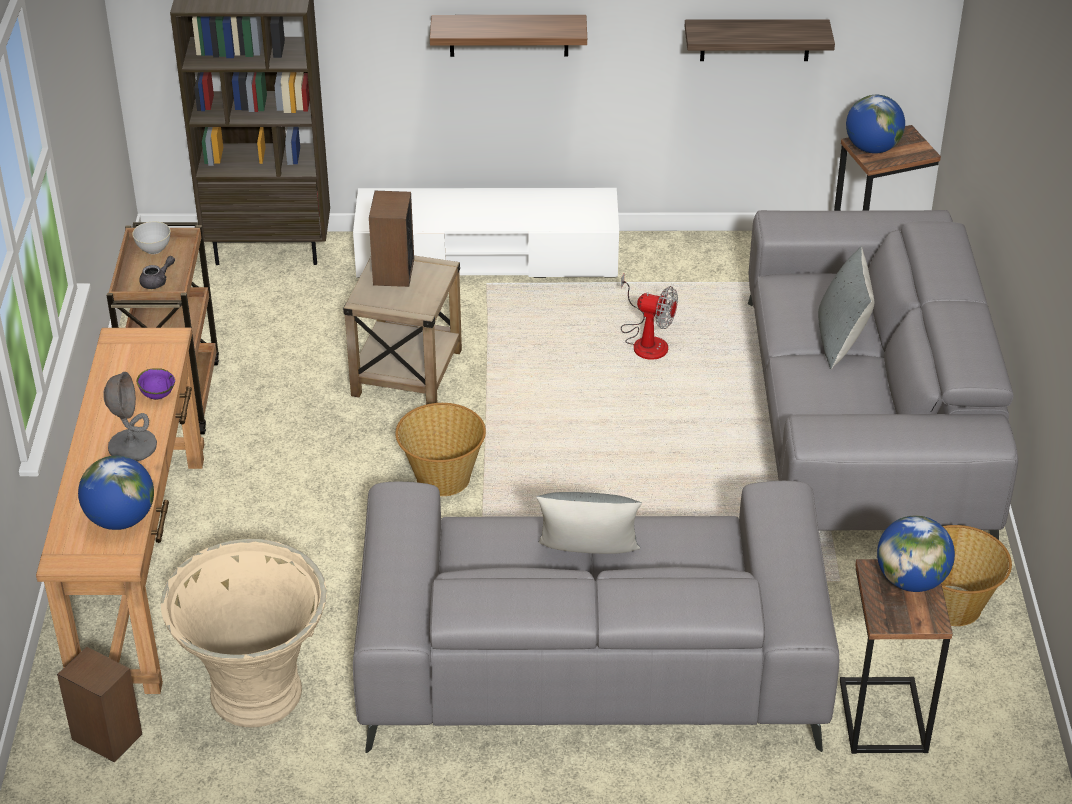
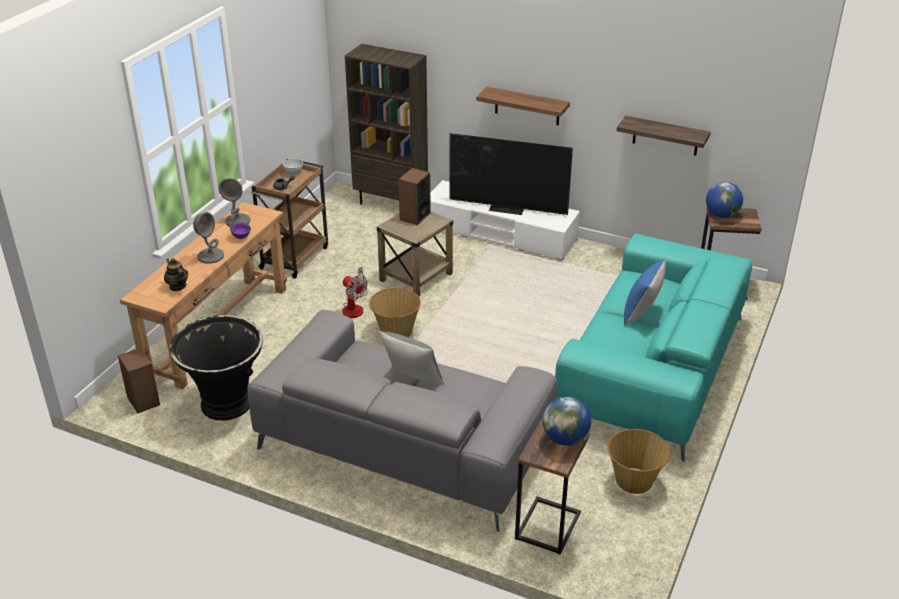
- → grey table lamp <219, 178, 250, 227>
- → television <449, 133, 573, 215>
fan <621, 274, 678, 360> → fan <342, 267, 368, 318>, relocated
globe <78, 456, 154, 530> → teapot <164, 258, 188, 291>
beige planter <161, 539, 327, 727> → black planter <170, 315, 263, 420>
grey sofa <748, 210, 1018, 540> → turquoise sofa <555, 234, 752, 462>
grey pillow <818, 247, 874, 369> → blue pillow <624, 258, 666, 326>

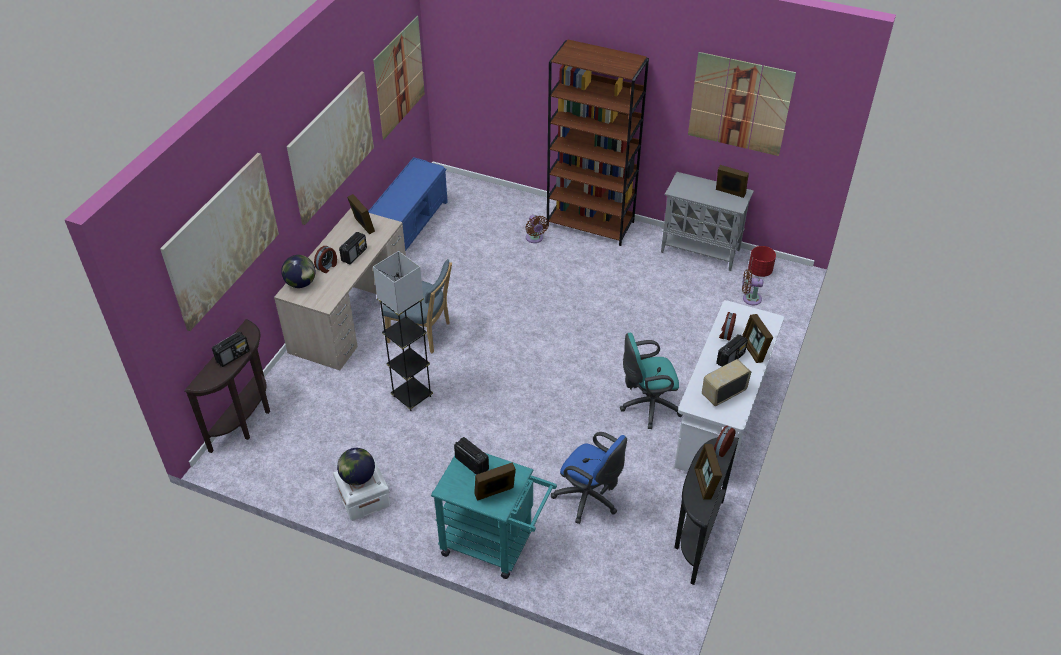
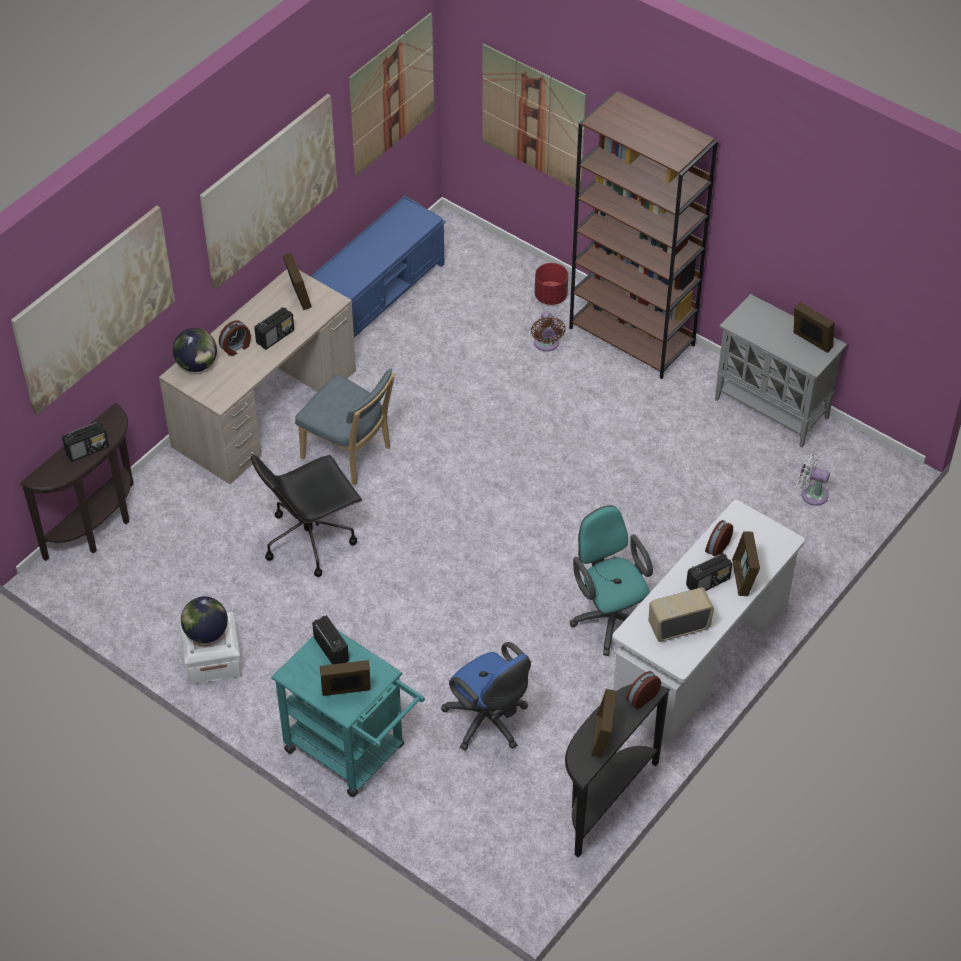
picture <688, 52, 796, 156> → picture <483, 44, 586, 192>, relocated
red planter <748, 246, 776, 277> → red planter <535, 263, 568, 305>, relocated
grey floor lamp <373, 251, 433, 411> → black office chair <251, 454, 362, 577>
brown fan <742, 269, 763, 305> → white fan <798, 454, 830, 506>
turquoise office chair <620, 333, 683, 429> → turquoise office chair <570, 505, 653, 656>, 60 degrees clockwise

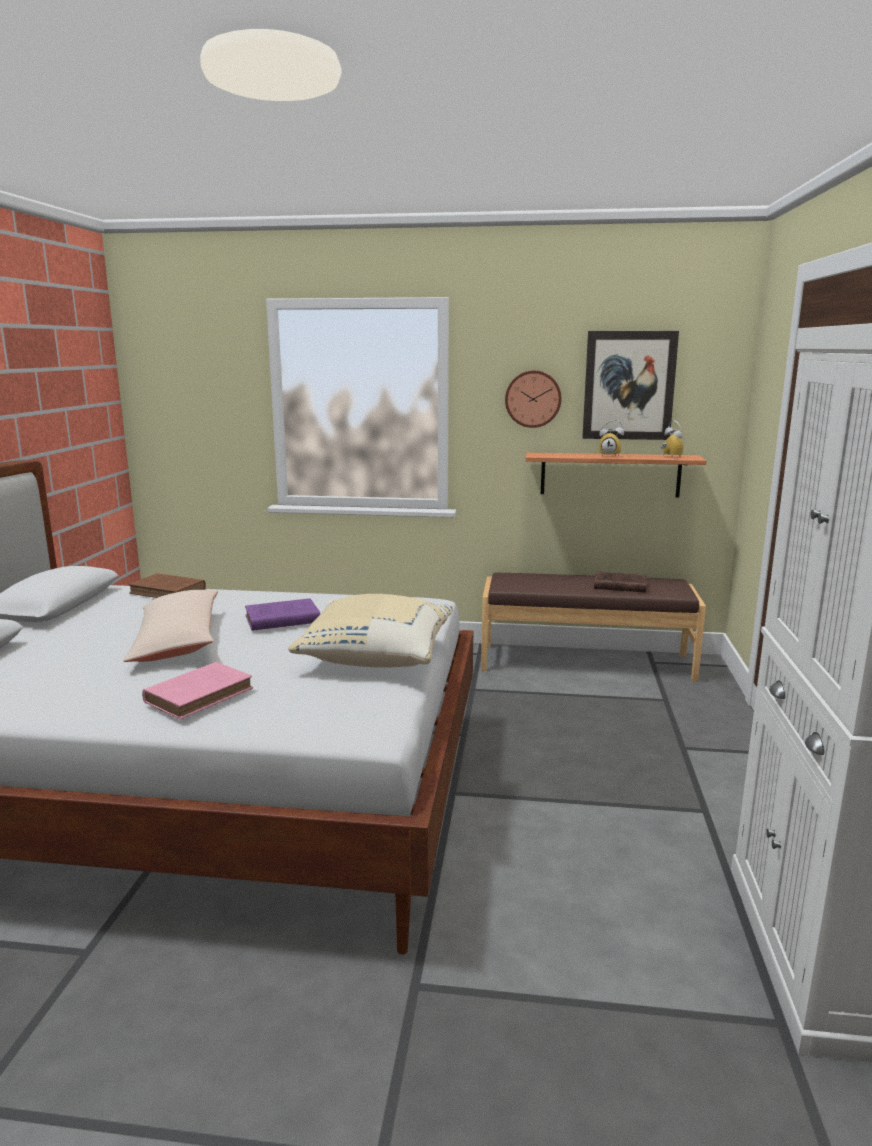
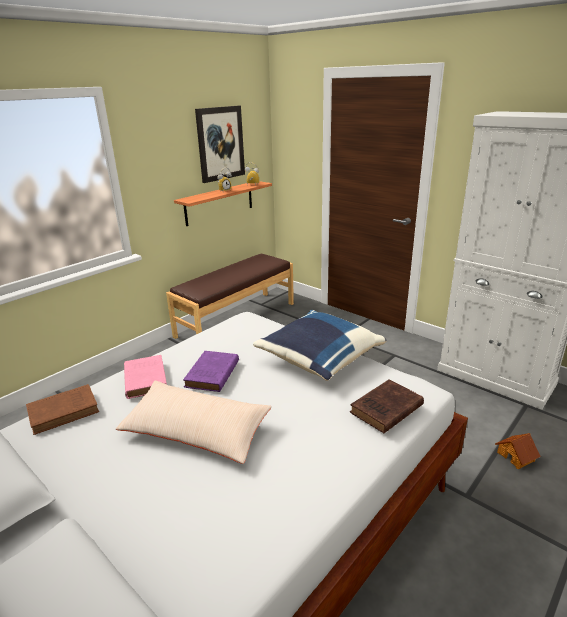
wall clock <505, 370, 561, 428> → -
- → toy house <495, 433, 541, 469>
pink book <142, 662, 253, 720> → pink book <124, 355, 167, 399>, relocated
brown book <594, 572, 647, 593> → brown book <350, 379, 424, 433>, relocated
beige pillow <288, 594, 453, 668> → blue pillow <253, 310, 386, 381>

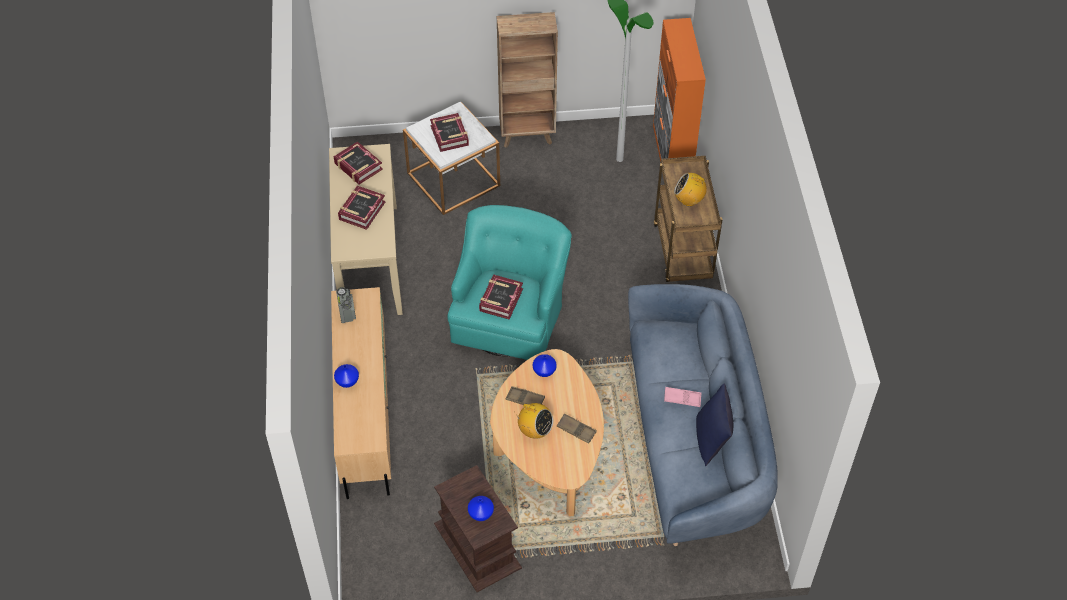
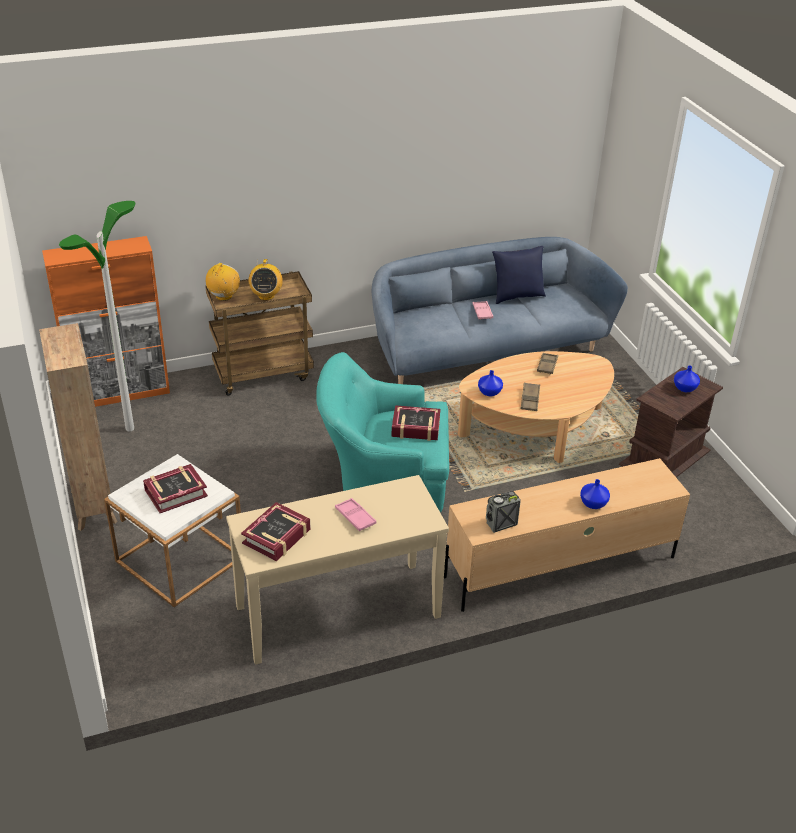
radio <515, 403, 553, 439> → radio <205, 263, 240, 301>, relocated
book <338, 186, 386, 230> → pink tray <335, 498, 376, 531>

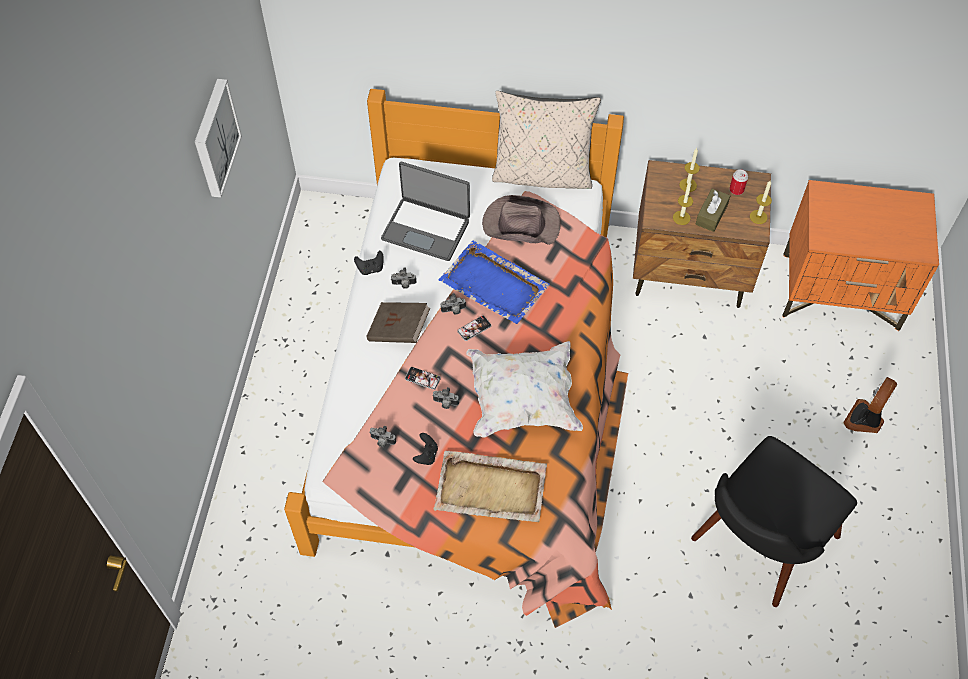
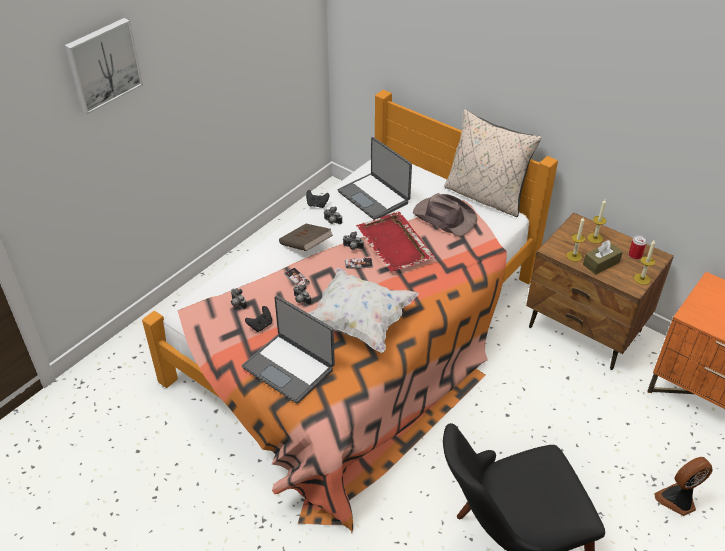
picture <195, 79, 242, 198> → picture <64, 18, 143, 114>, relocated
beige tray <433, 451, 547, 522> → laptop <242, 295, 335, 404>
blue tray <439, 241, 550, 324> → red tray <356, 211, 435, 272>

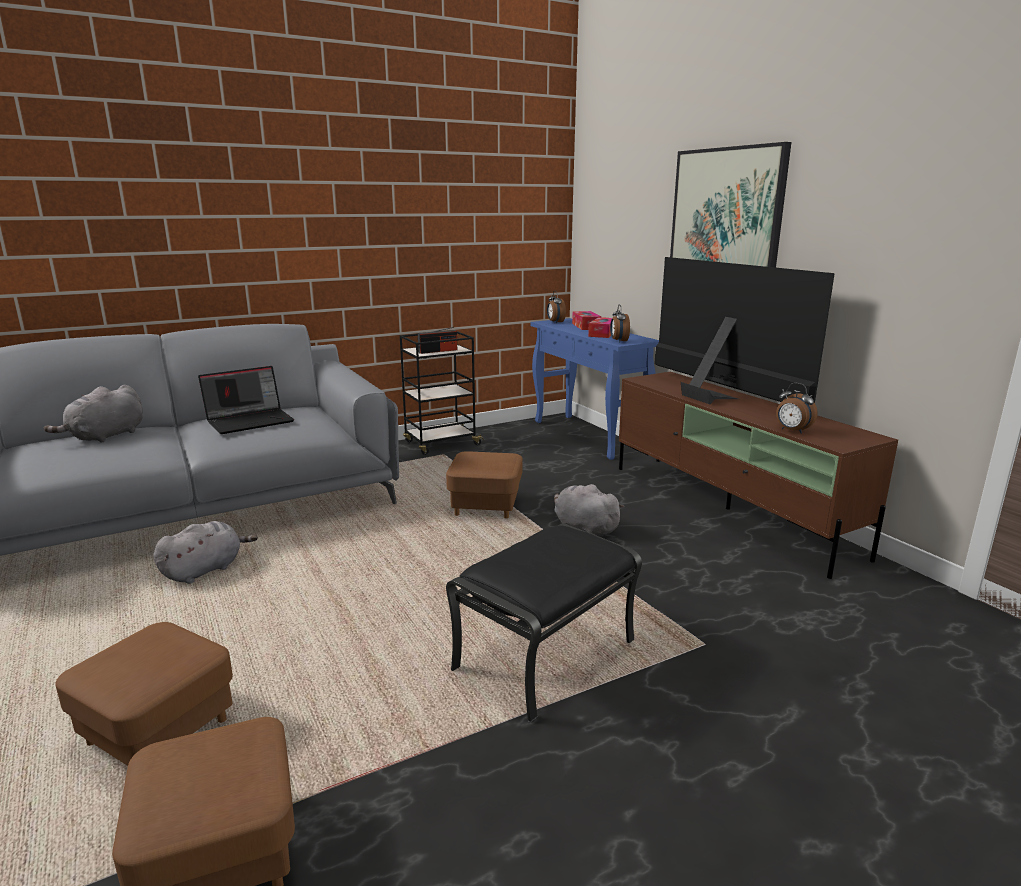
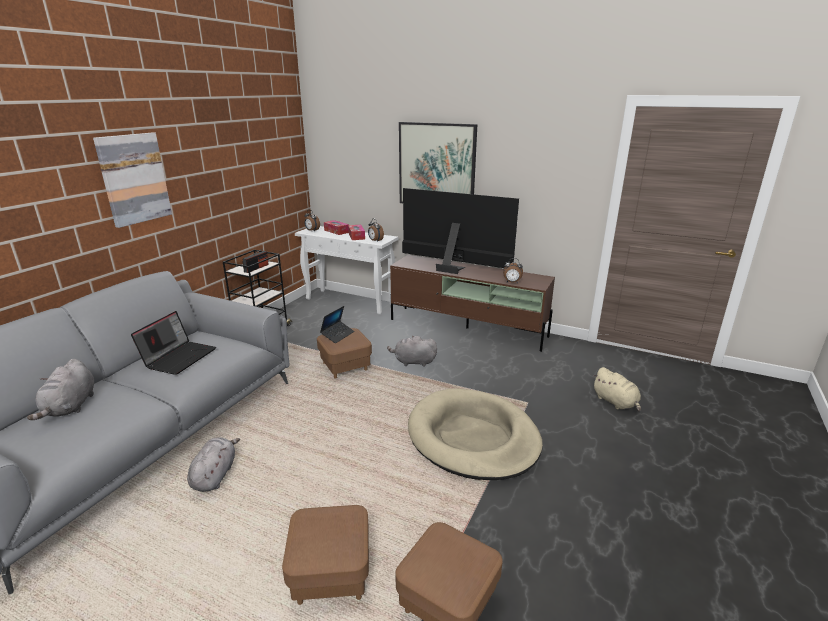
- → picture <93, 132, 172, 228>
- → laptop <320, 306, 355, 343>
- → beige plush toy <593, 367, 641, 412>
black ottoman <446, 523, 642, 722> → beige dog bed <408, 388, 543, 480>
blue console table <530, 318, 659, 460> → white console table <295, 226, 399, 315>

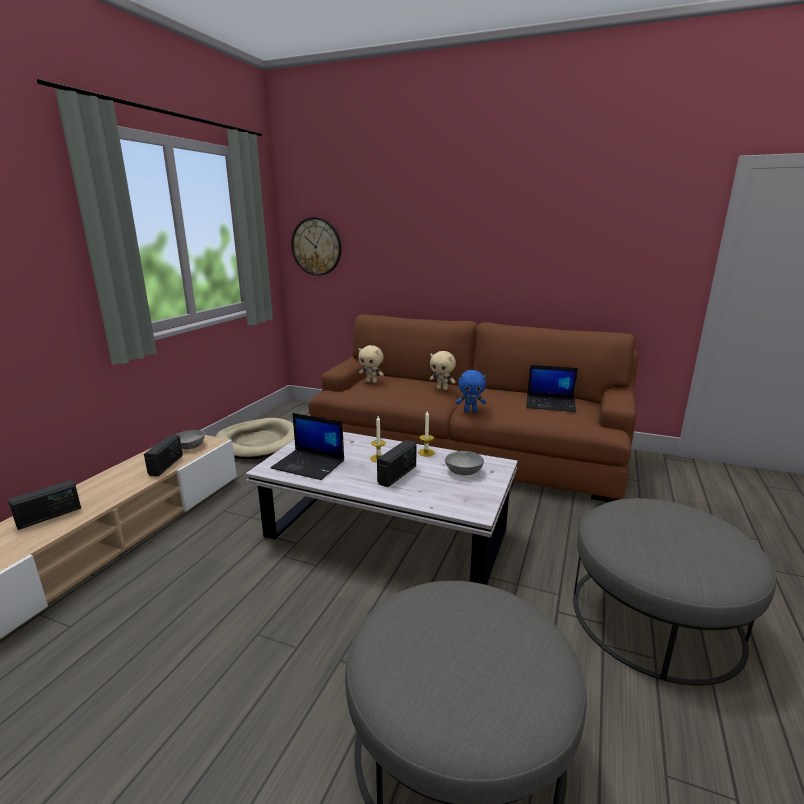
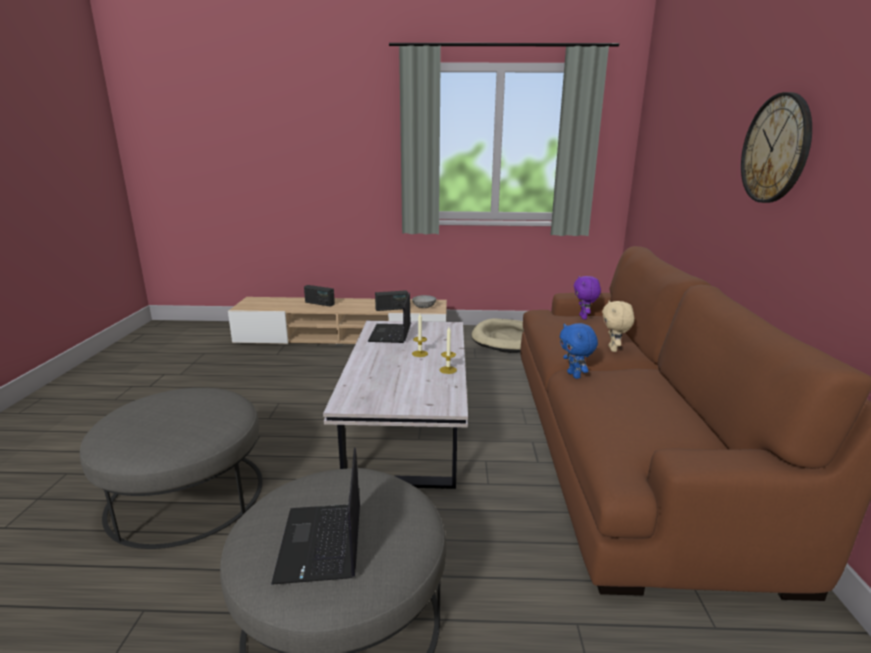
radio <377, 440, 417, 487> → -
grey bowl <445, 451, 484, 475> → -
wall clock <291, 217, 342, 276> → wall clock <741, 92, 812, 203>, relocated
laptop <526, 365, 578, 412> → laptop <271, 448, 360, 585>, relocated
beige plush toy <359, 345, 384, 383> → purple plush toy <574, 276, 601, 319>

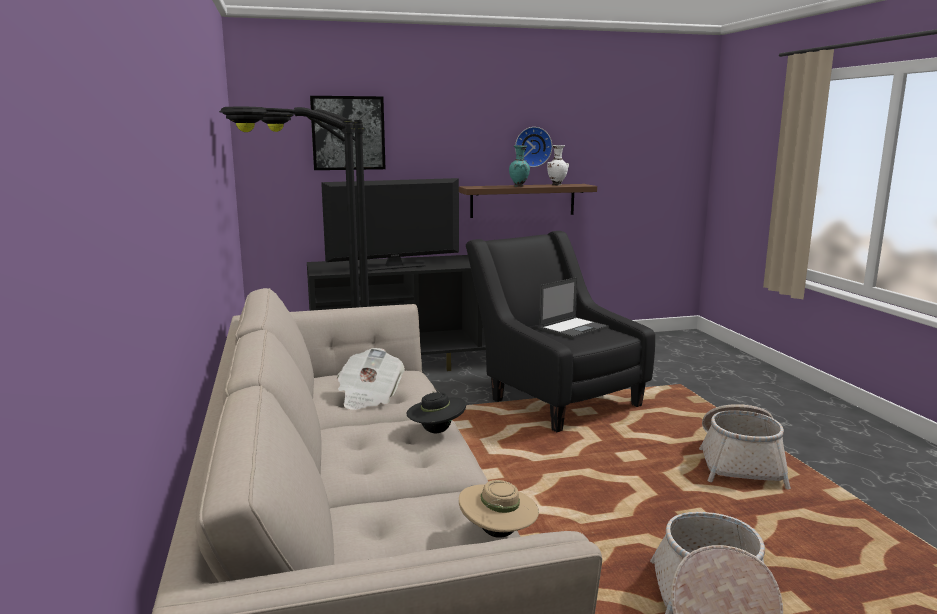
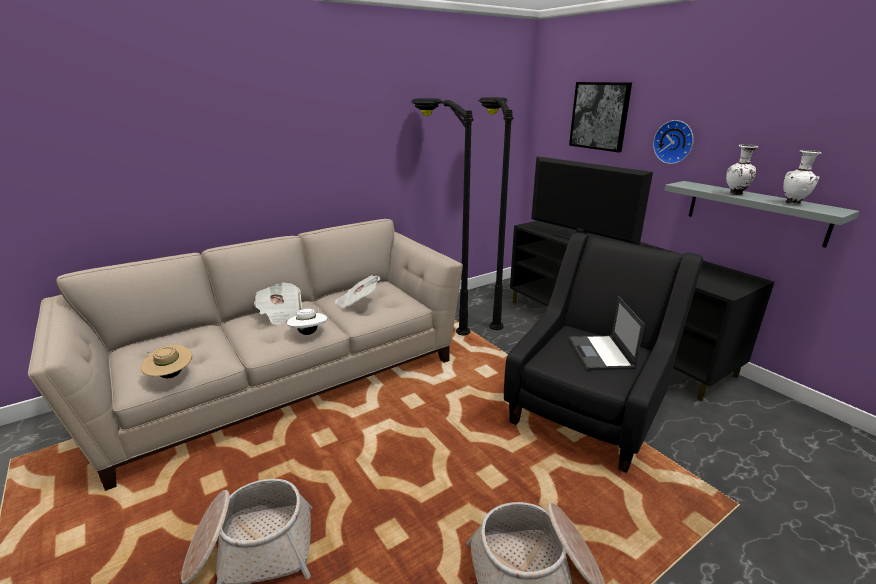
- → newspaper <254, 282, 302, 325>
wall clock <515, 127, 552, 167> → wall clock <653, 120, 694, 164>, relocated
black hat <406, 388, 466, 433> → white hat <287, 309, 327, 335>
brown shelf <459, 184, 597, 218> → grey shelf <664, 181, 859, 248>
turquoise vase <509, 145, 530, 187> → white vase <726, 144, 759, 195>
laptop <539, 277, 609, 339> → laptop <569, 296, 645, 370>, 60 degrees clockwise

